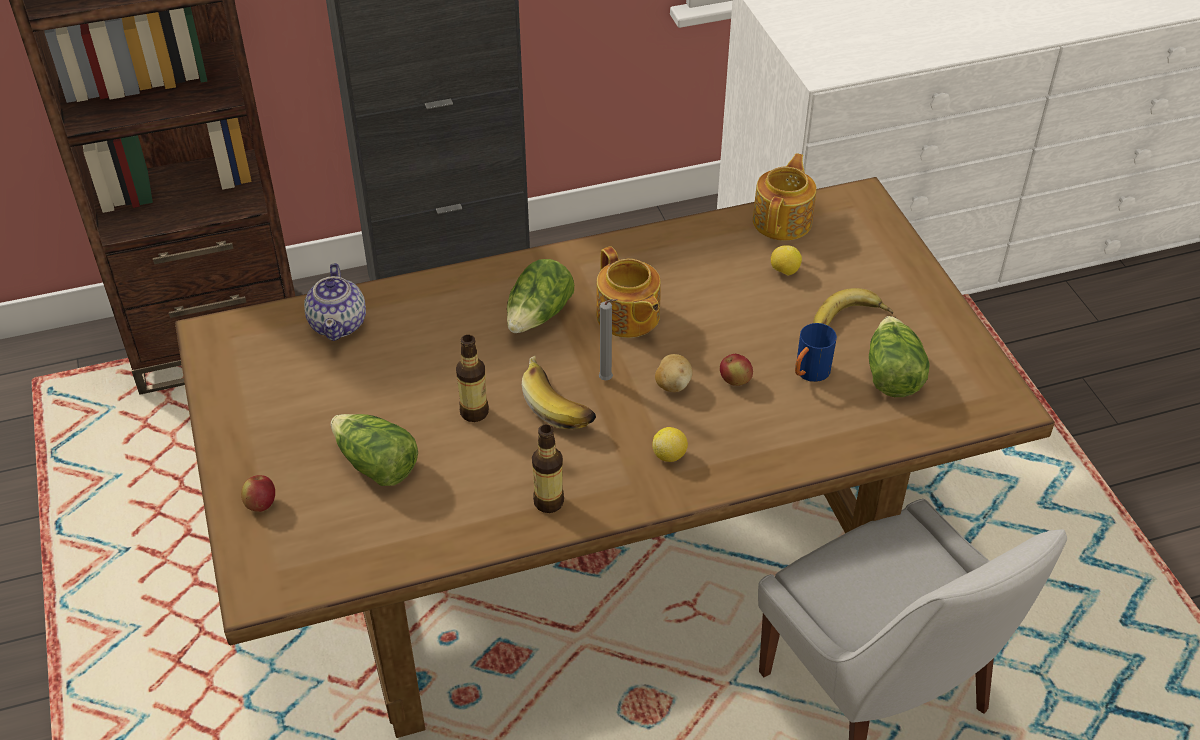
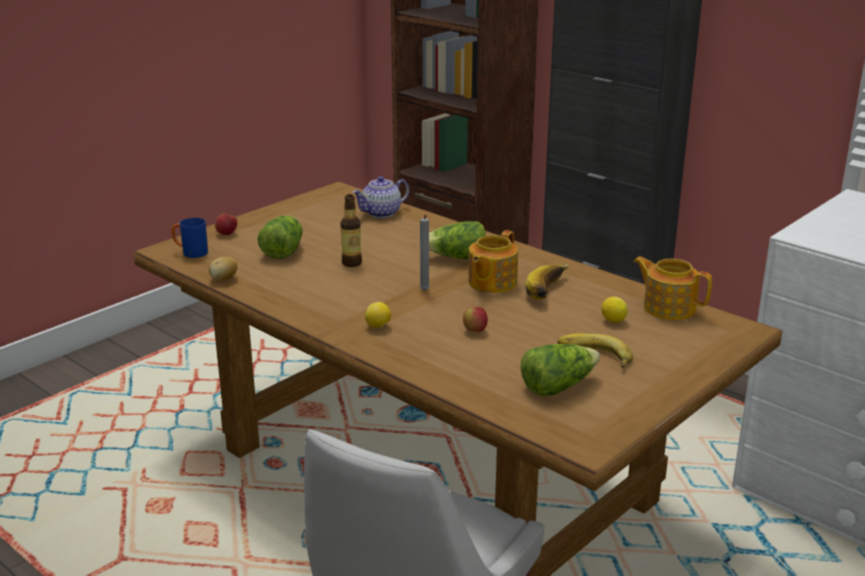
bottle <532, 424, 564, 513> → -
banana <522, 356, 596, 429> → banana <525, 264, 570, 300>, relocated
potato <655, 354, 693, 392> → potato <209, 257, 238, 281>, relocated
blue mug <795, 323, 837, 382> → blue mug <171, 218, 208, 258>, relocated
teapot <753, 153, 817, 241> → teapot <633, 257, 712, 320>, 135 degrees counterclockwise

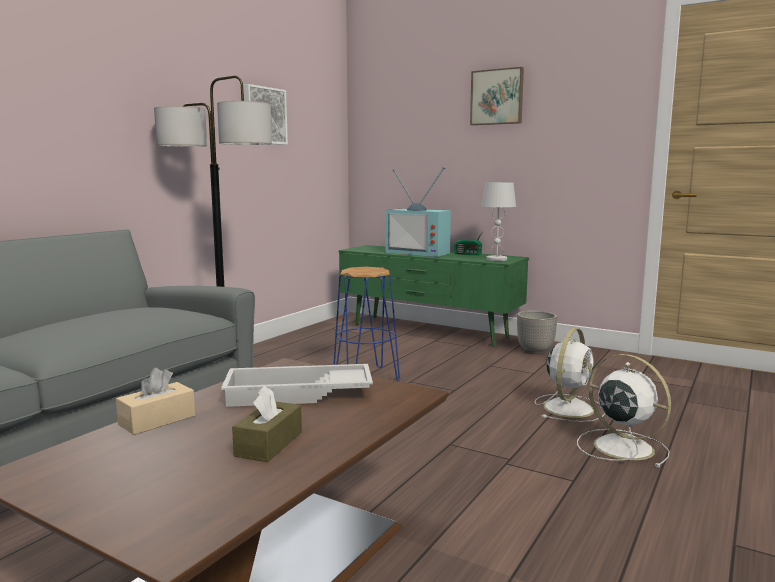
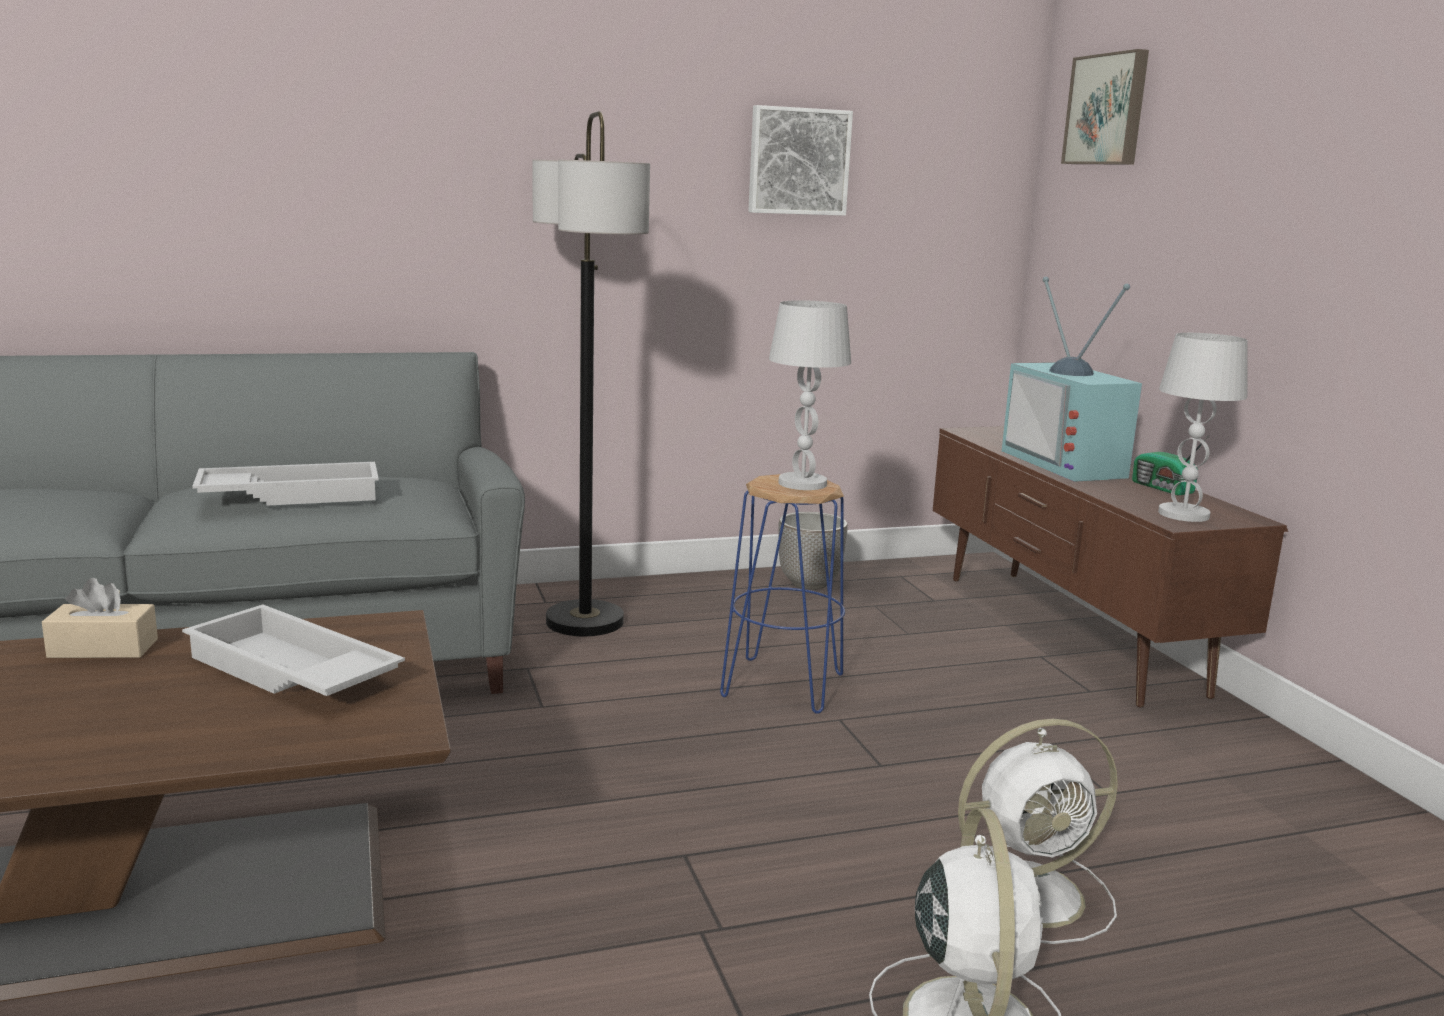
brown tissue box <232, 386, 302, 462> → -
- → white tray <192, 462, 379, 506>
- → white table lamp <769, 300, 851, 490>
picture <470, 67, 524, 125> → picture <1061, 49, 1149, 165>, relocated
planter <517, 311, 557, 354> → planter <778, 512, 848, 590>, relocated
green tv stand <339, 245, 529, 347> → brown tv stand <933, 426, 1288, 707>

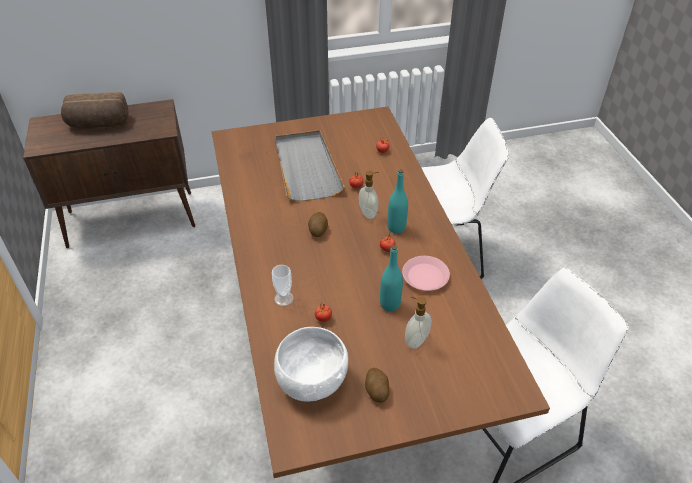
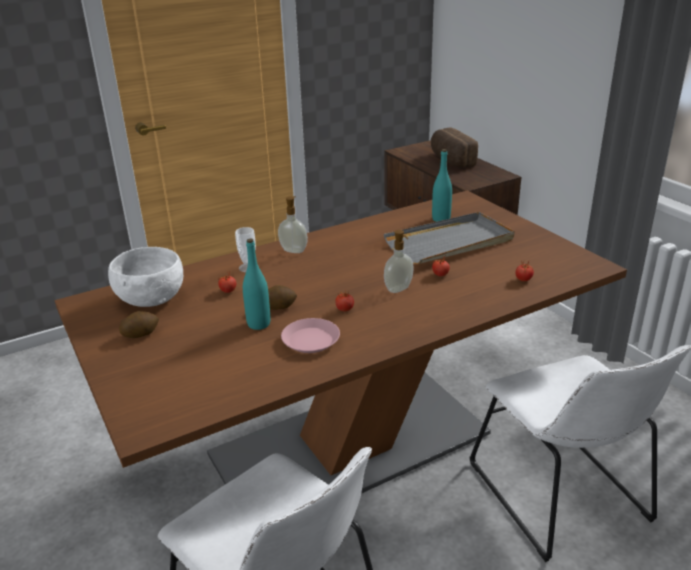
potato <308, 212, 328, 237> → potato <268, 285, 297, 310>, relocated
turquoise bottle <388, 169, 408, 234> → turquoise bottle <432, 149, 452, 222>, relocated
soap dispenser <405, 296, 432, 349> → soap dispenser <278, 196, 308, 253>, relocated

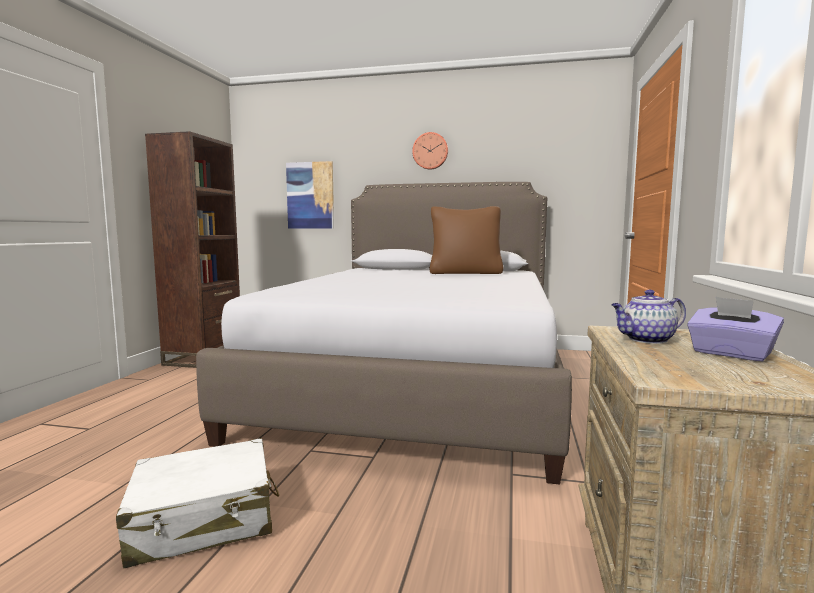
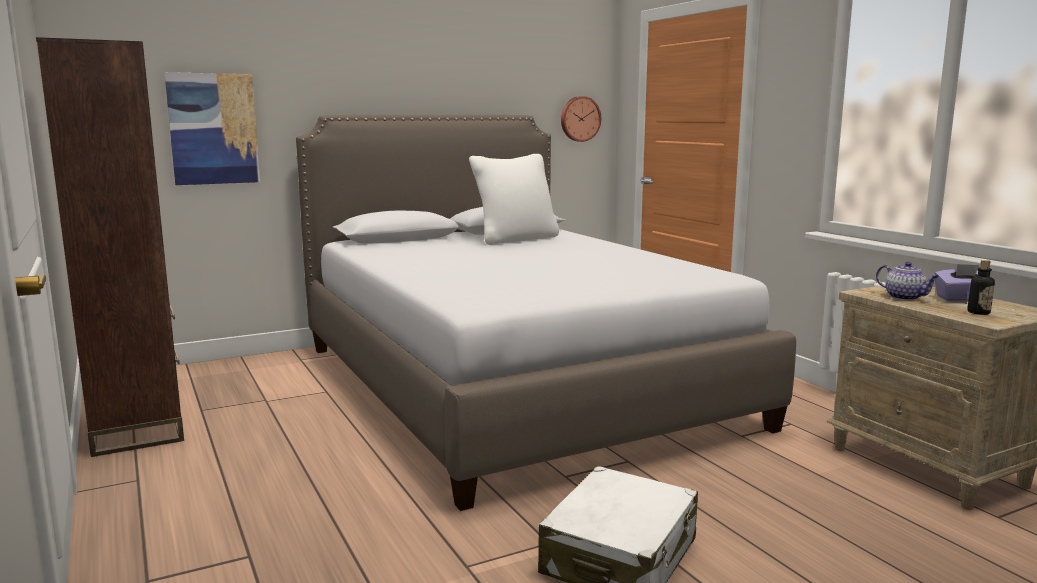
- → bottle <967, 260, 995, 315>
wall clock <412, 132, 448, 170> → wall clock <561, 96, 601, 142>, relocated
brown pillow <429, 206, 503, 274> → white pillow <469, 154, 559, 245>
teapot <611, 290, 686, 344> → teapot <876, 262, 940, 300>, 75 degrees counterclockwise

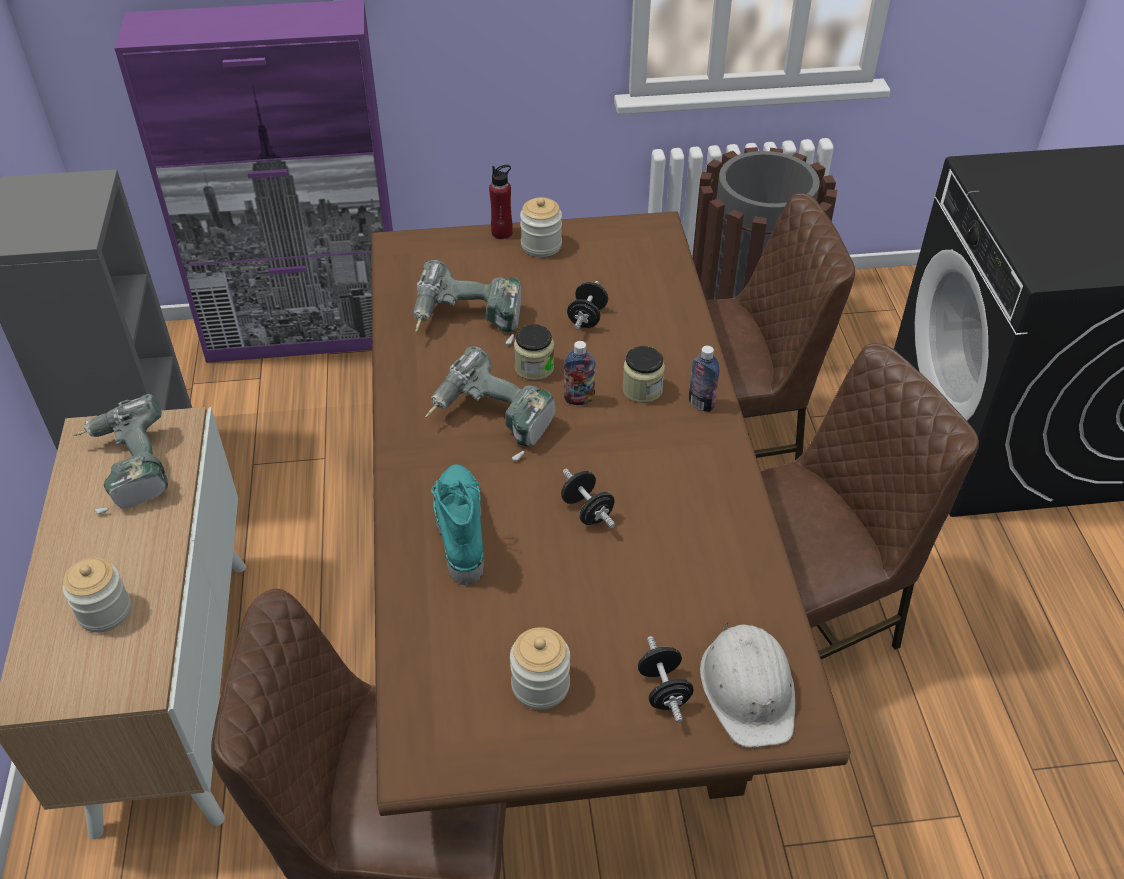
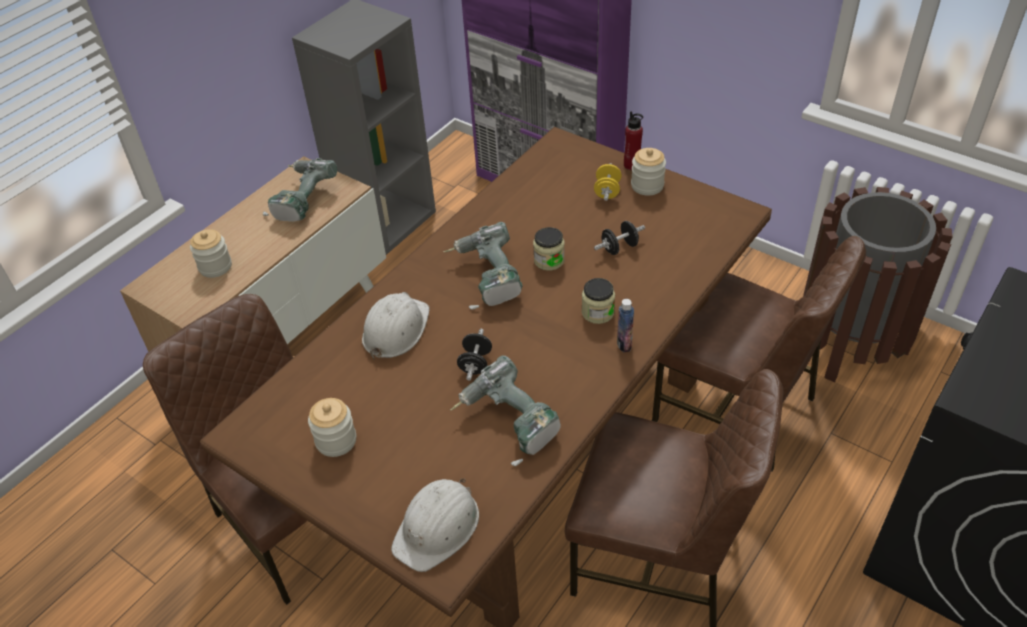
bottle <564, 341, 596, 405> → -
black dumbbell <638, 636, 694, 723> → -
- → yellow dumbbell <594, 163, 622, 201>
power drill <413, 260, 521, 345> → power drill <450, 355, 561, 466>, relocated
turquoise boot <431, 464, 484, 585> → white hard hat <362, 292, 430, 359>

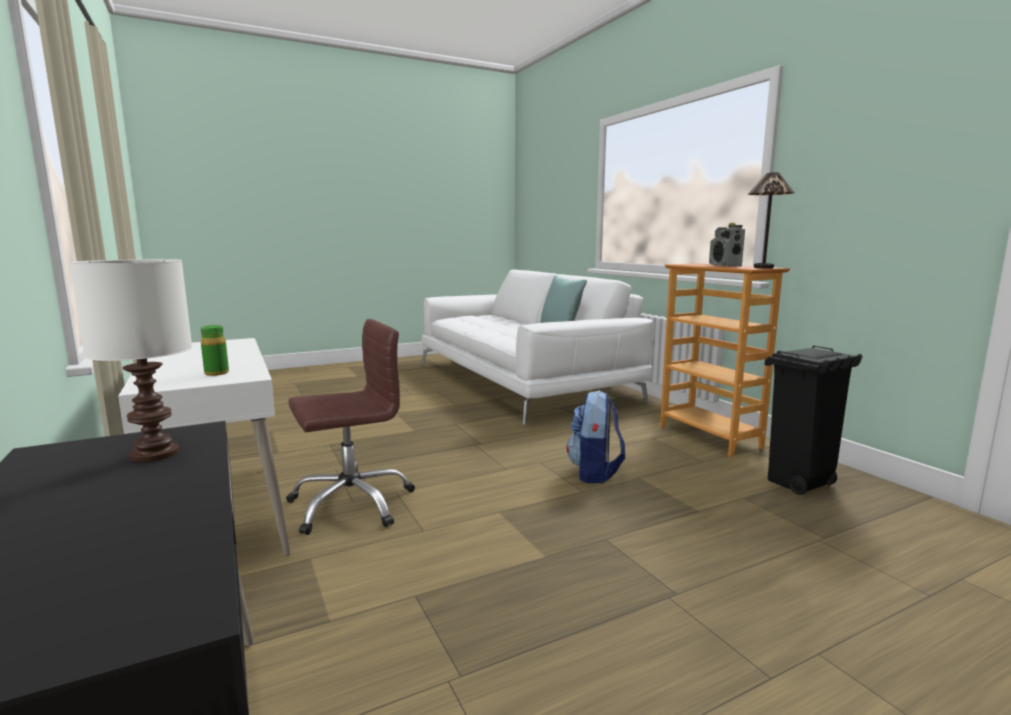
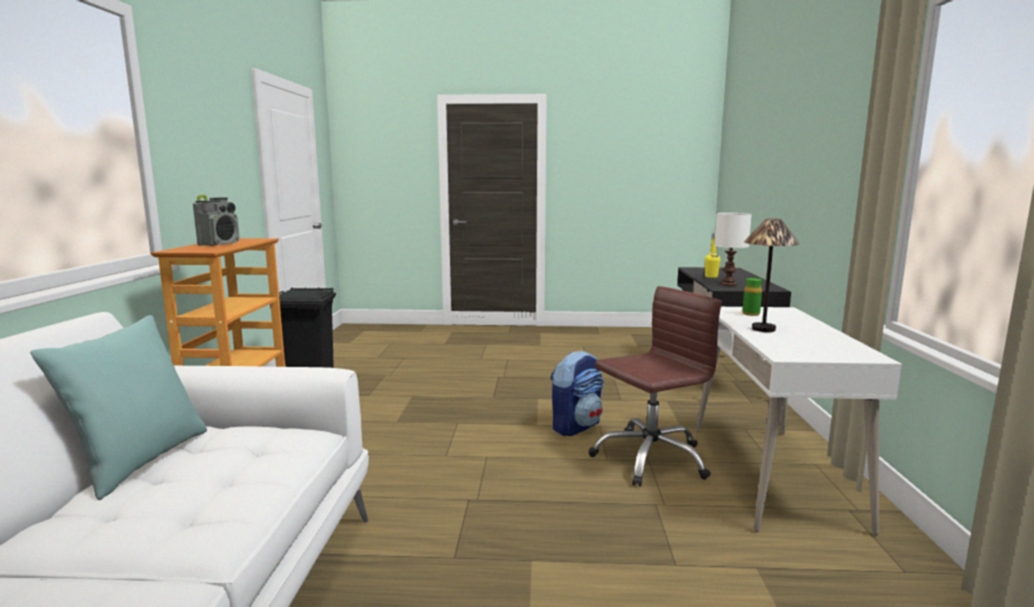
- → yellow bottle <705, 234, 720, 278>
backpack <566, 390, 625, 483> → backpack <551, 350, 604, 436>, relocated
table lamp <748, 172, 795, 268> → table lamp <744, 219, 800, 332>, relocated
brown office chair <286, 319, 415, 535> → brown office chair <589, 286, 722, 487>, 150 degrees clockwise

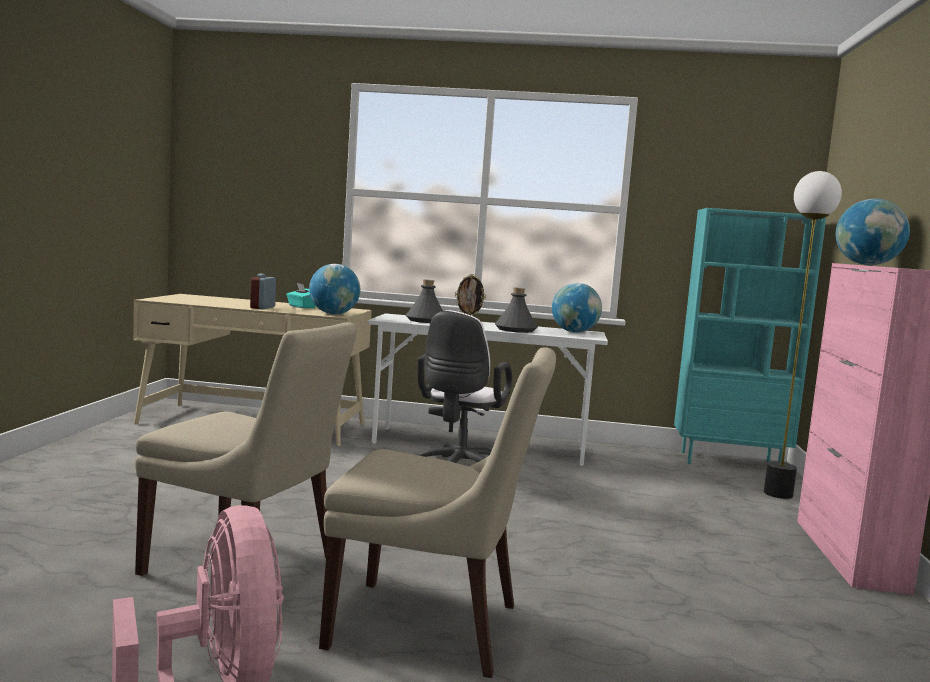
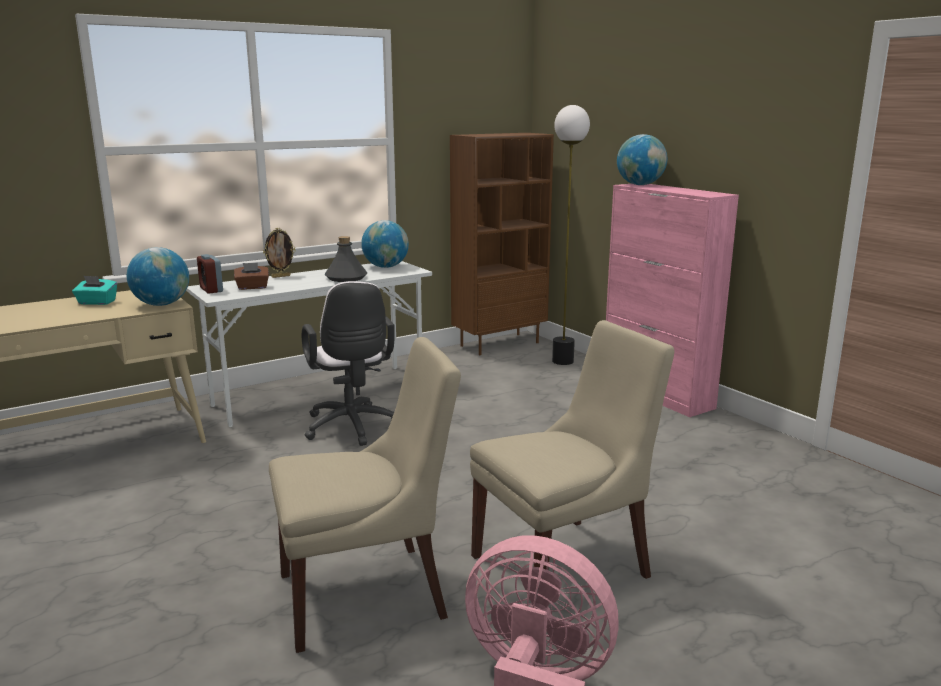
alarm clock <250, 273, 276, 309> → alarm clock <197, 254, 223, 294>, relocated
grey bottle <406, 280, 443, 323> → brown tissue box <234, 263, 269, 290>
turquoise bookcase <674, 208, 826, 464> → brown bookcase <450, 133, 554, 355>

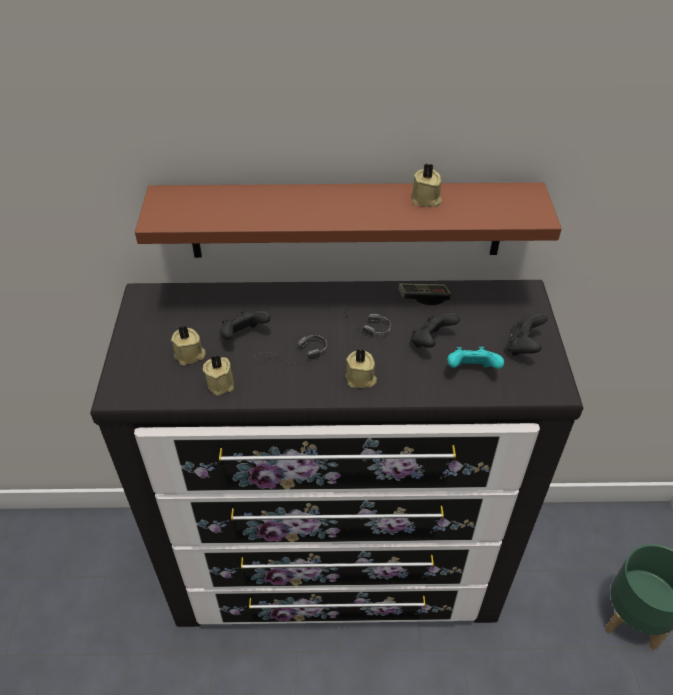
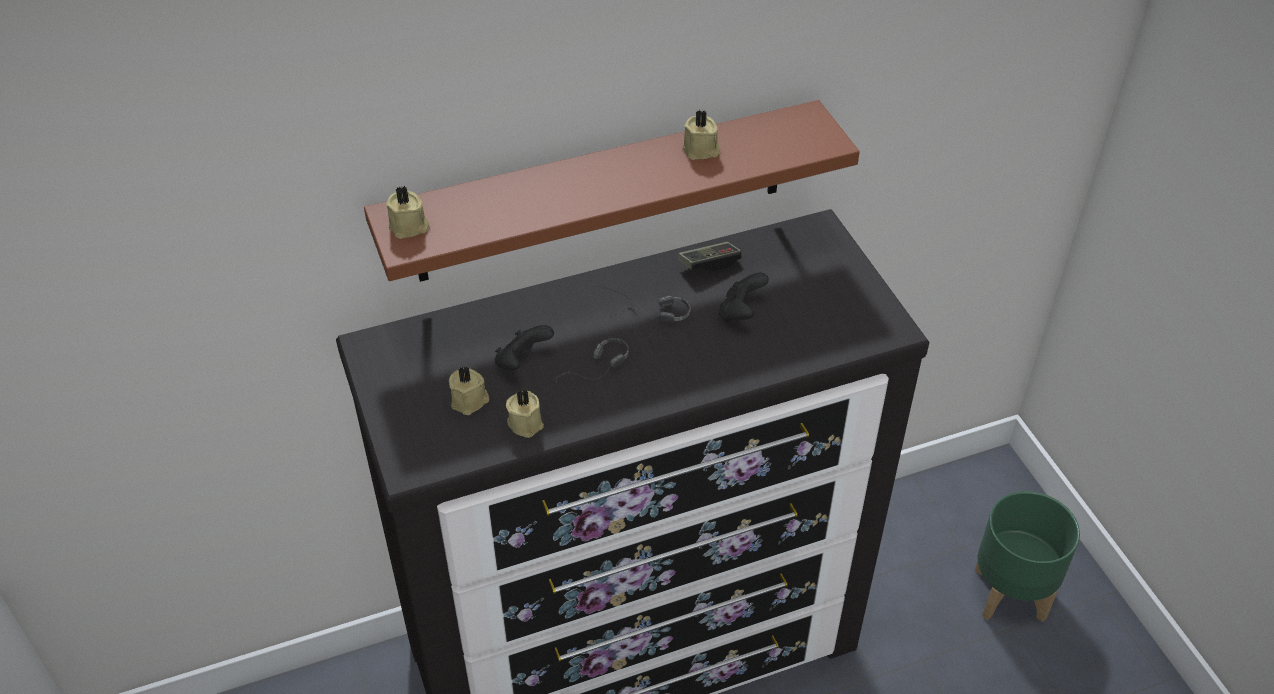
turquoise game controller <448, 347, 504, 369> → -
black game controller <506, 313, 548, 356> → -
beige candle <345, 350, 377, 388> → beige candle <386, 186, 429, 239>, relocated

